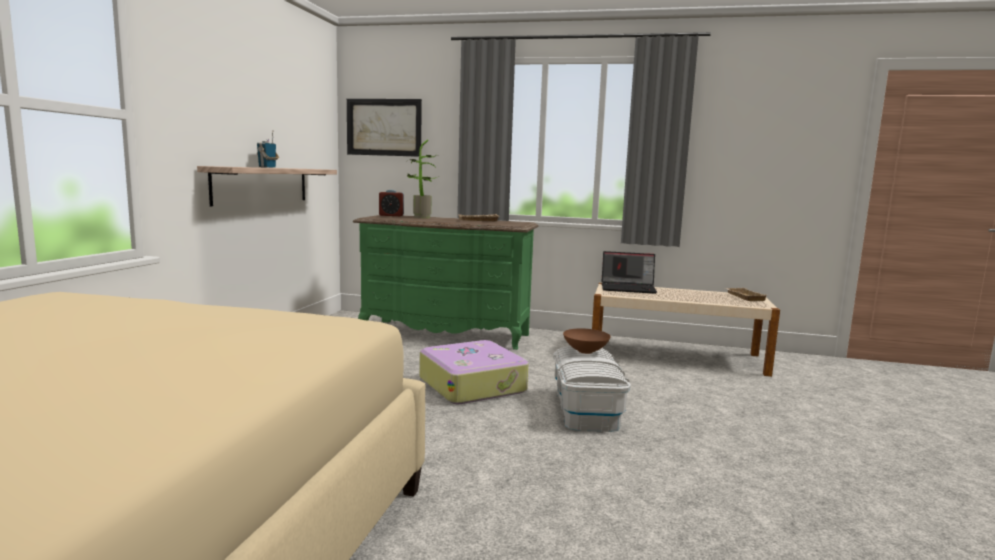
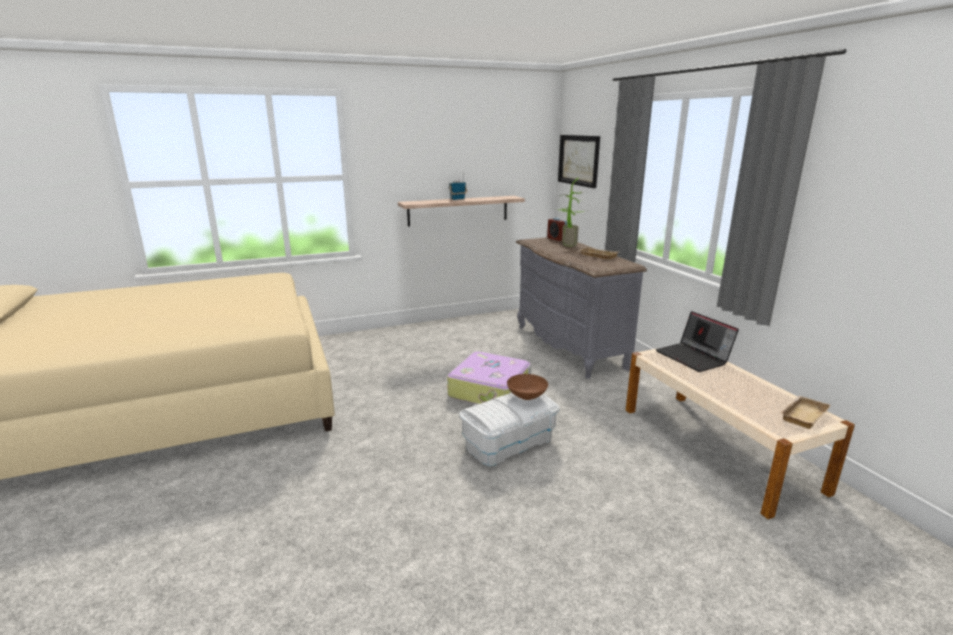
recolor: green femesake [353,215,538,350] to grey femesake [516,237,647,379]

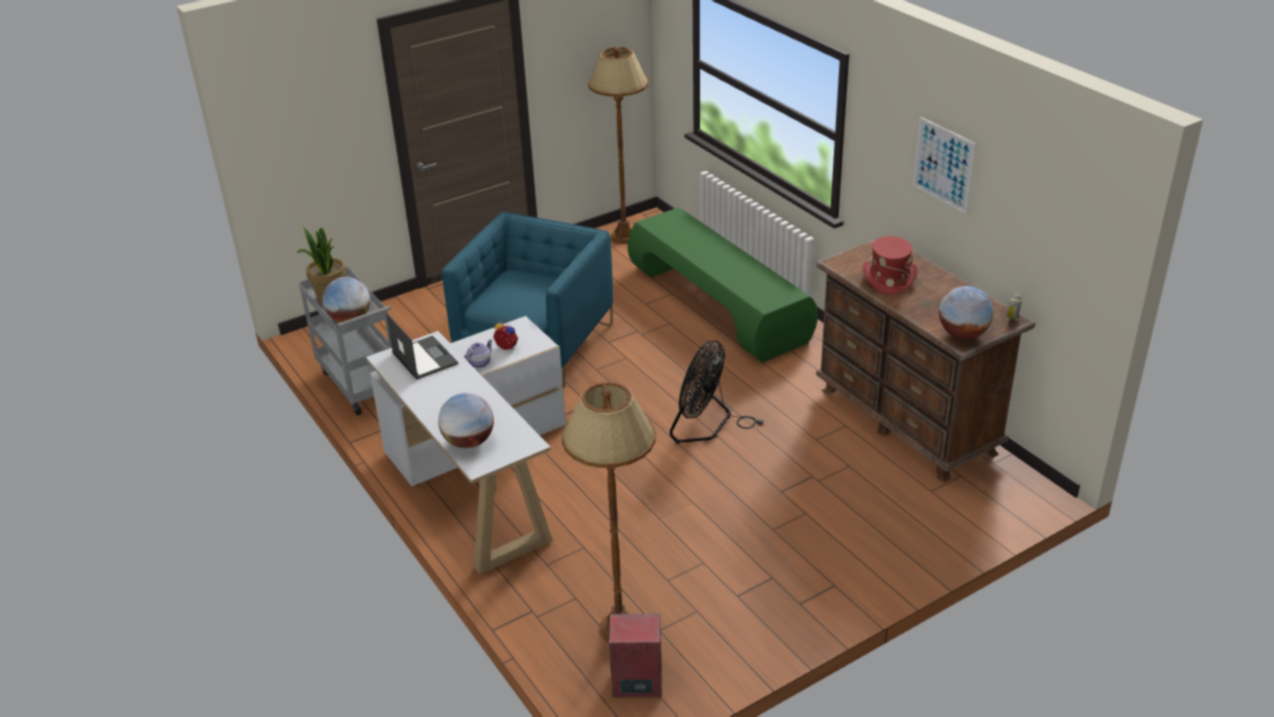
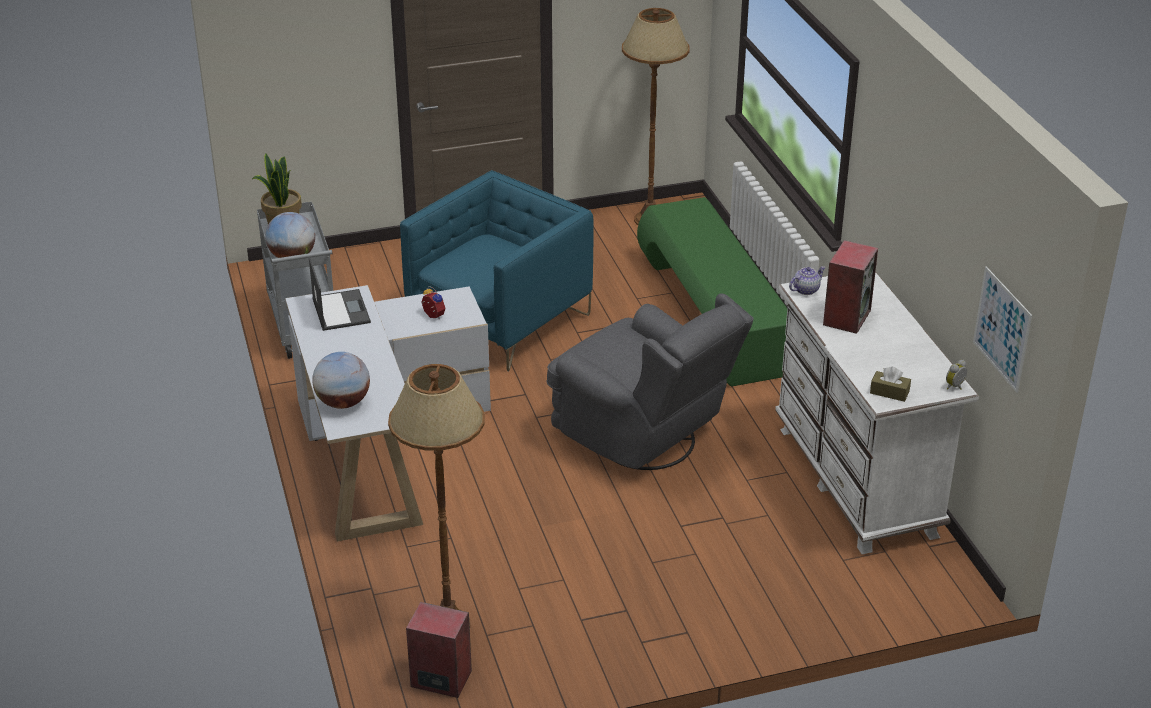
move: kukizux [464,339,493,368] to [789,266,826,295]; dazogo [913,117,976,214] to [973,266,1032,393]
replace: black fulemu [670,341,764,444] to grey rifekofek [546,293,754,470]; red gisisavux [863,236,918,295] to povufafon [823,240,878,334]; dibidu [939,286,994,339] to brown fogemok [870,367,911,402]
recolor: brown femesake [816,235,1036,483] to white femesake [775,272,979,554]

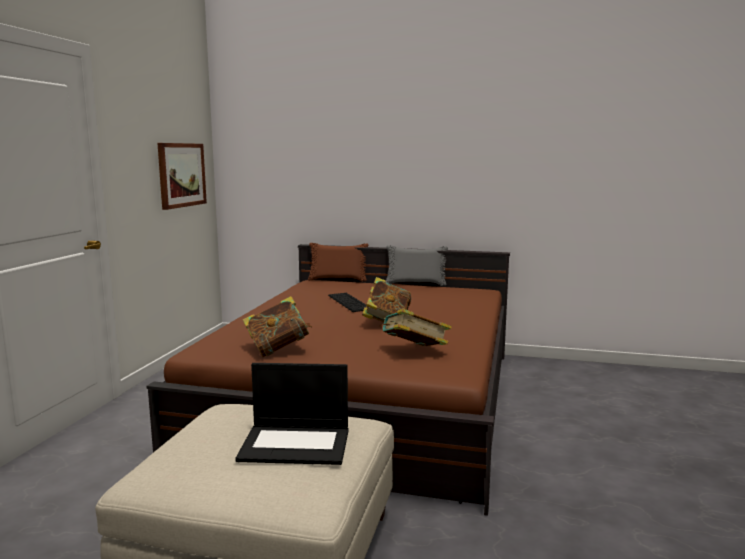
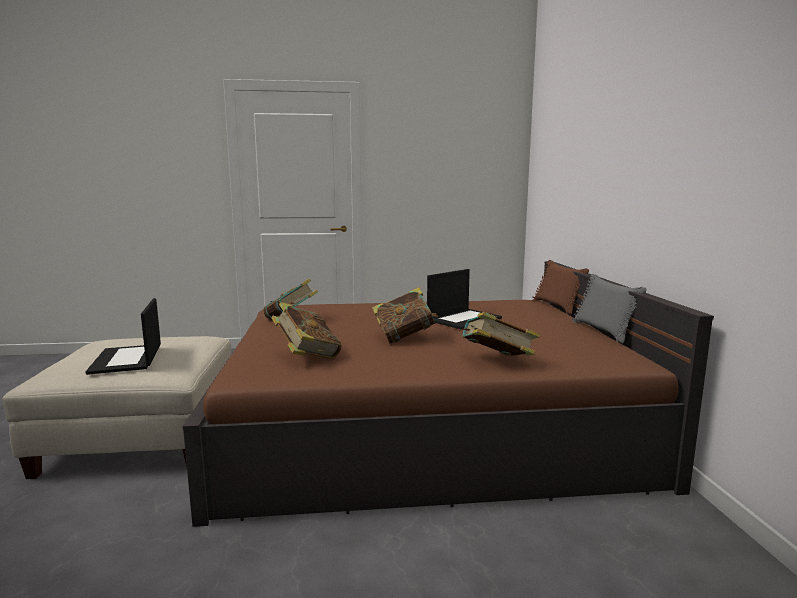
delete: dazogo [157,143,207,210]
insert: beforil [459,312,540,356]
replace: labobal [328,293,366,312] to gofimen [427,269,502,329]

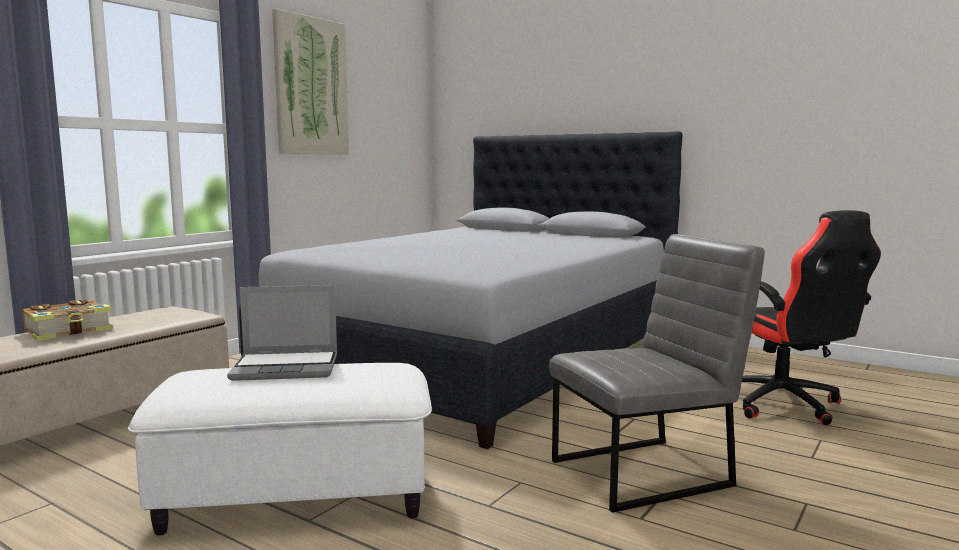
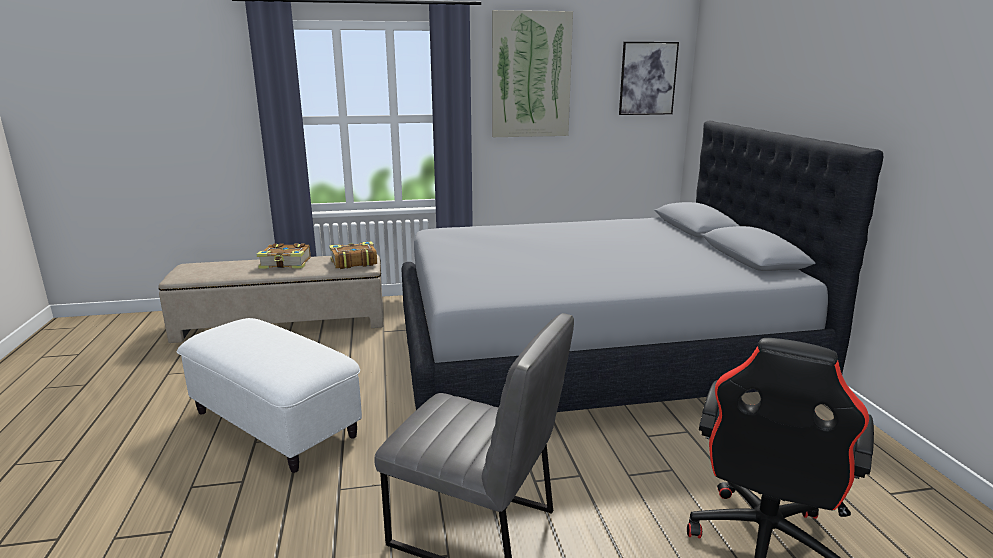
delete: gofimen [227,285,337,381]
insert: beforil [329,241,377,269]; dazogo [619,42,679,115]

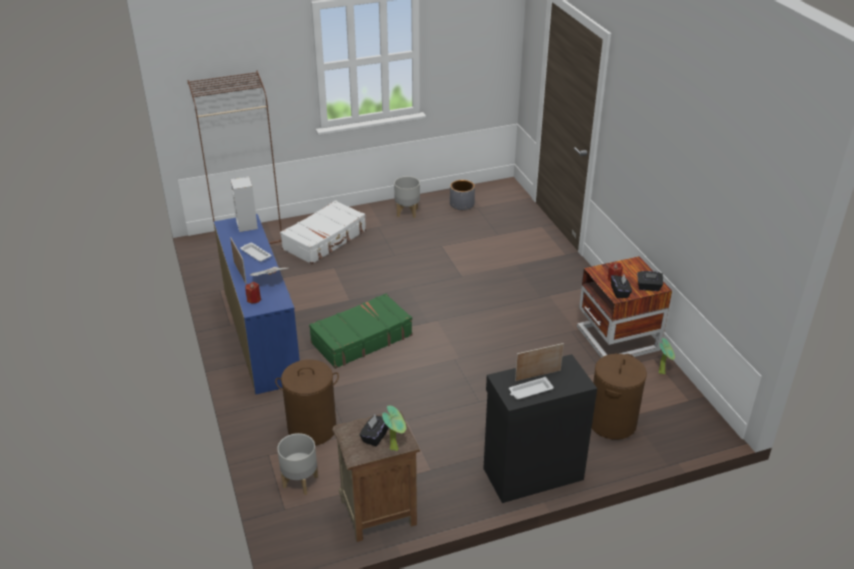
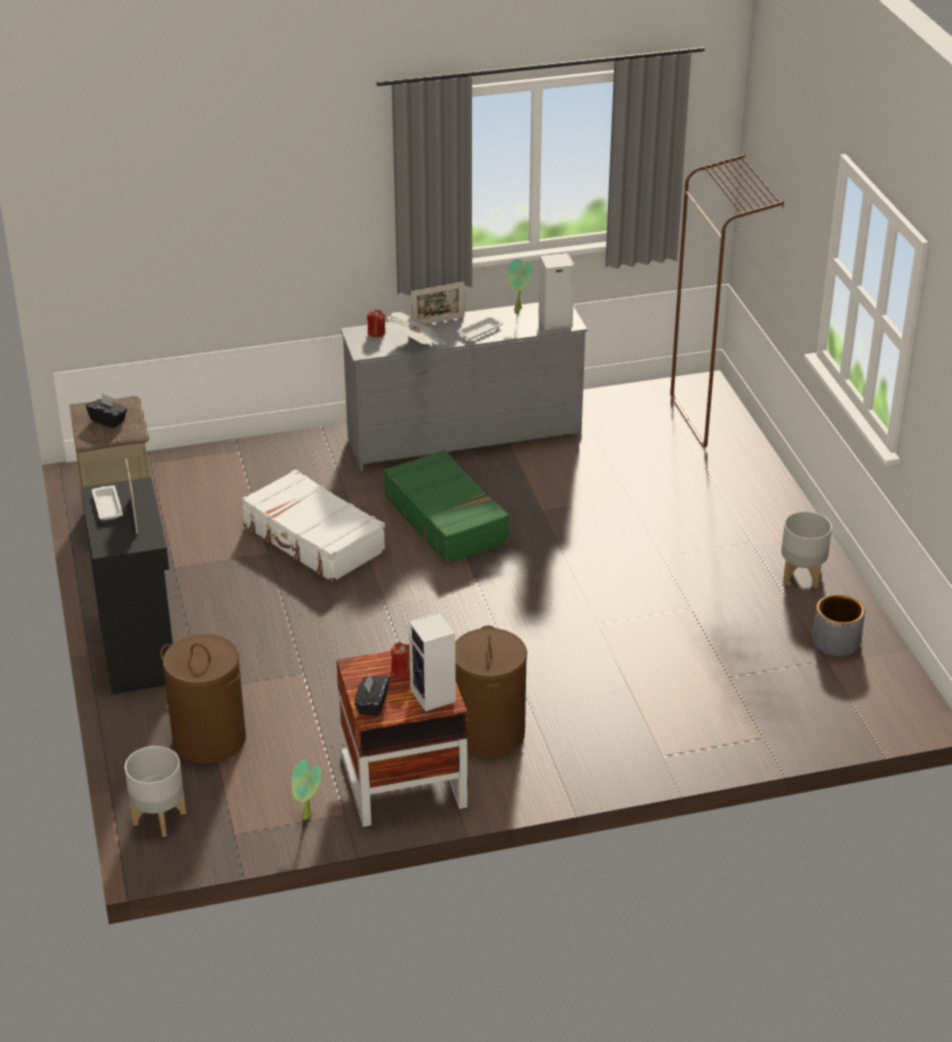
delete: black fogemok [611,275,632,298]
insert: povufafon [409,612,456,712]
move: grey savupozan [277,433,318,495] to [125,746,186,837]; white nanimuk [280,200,366,264] to [242,469,386,582]; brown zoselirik [275,360,339,446] to [455,626,527,757]; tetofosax [382,406,406,451] to [508,259,533,311]
recolor: blue femesake [214,214,300,395] to grey femesake [341,302,587,472]

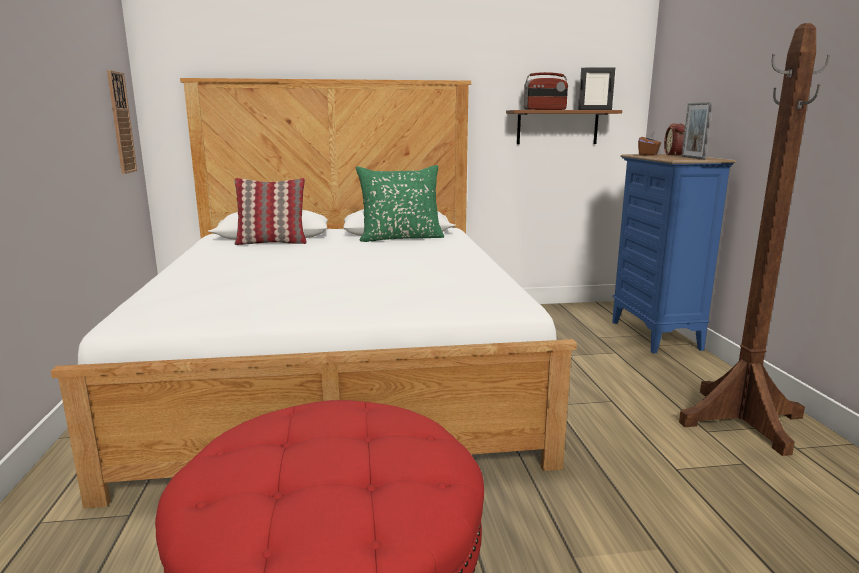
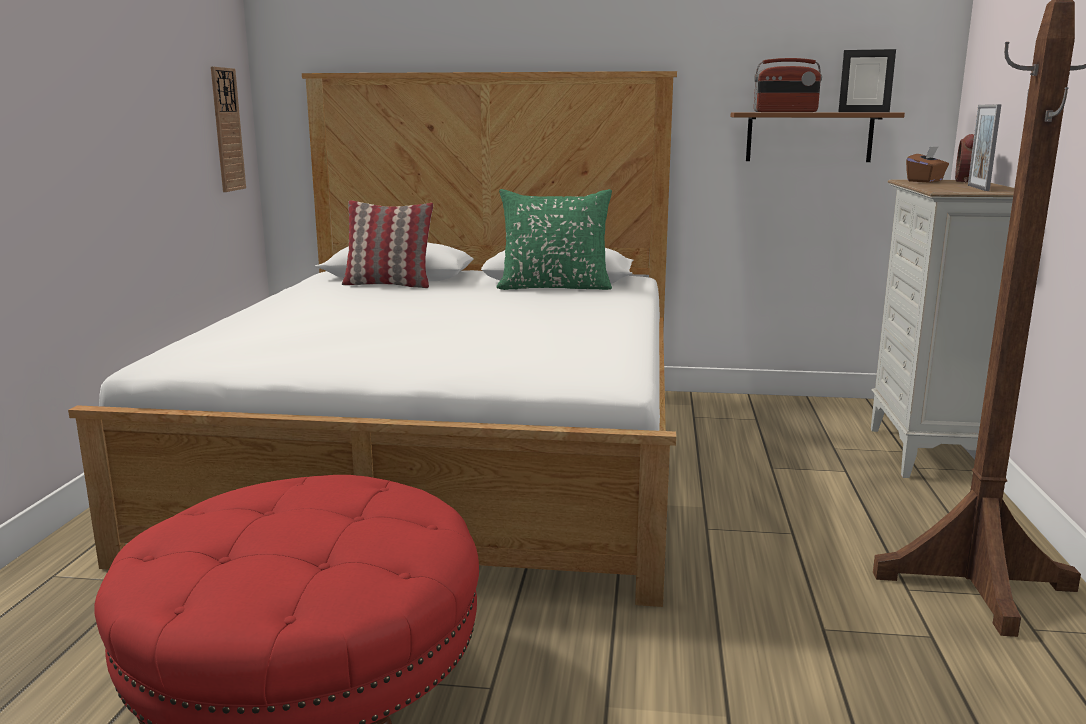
recolor: blue femesake [612,154,736,353] to white femesake [871,179,1014,478]

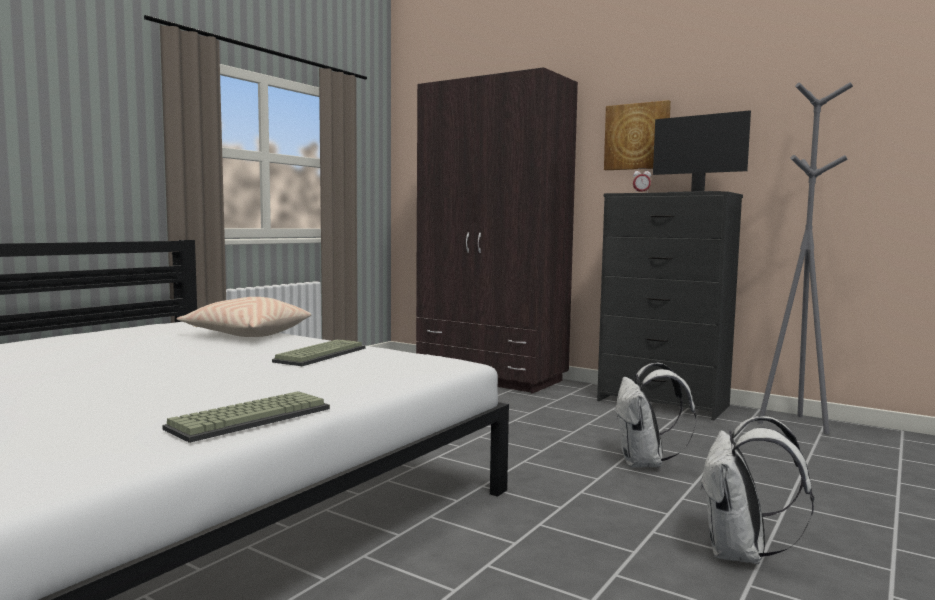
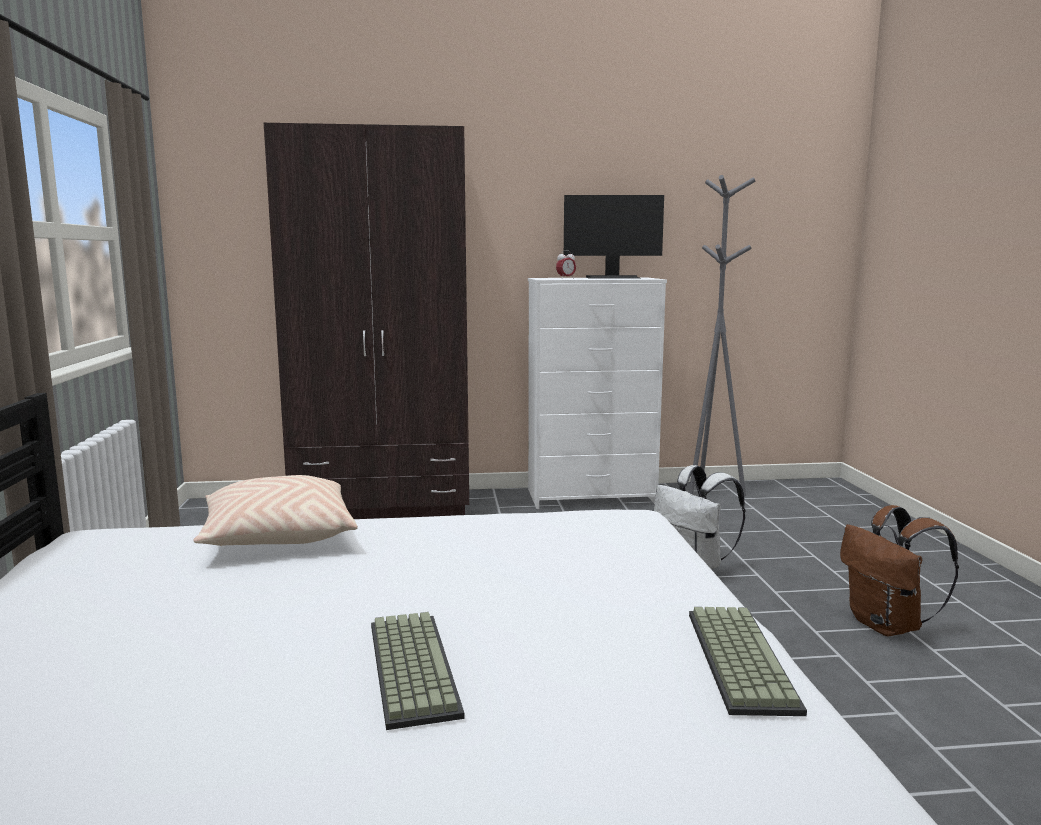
delete: dazogo [604,100,671,170]
move: labobal [272,339,365,366] to [371,612,465,730]
recolor: black femesake [597,192,743,420] to white femesake [528,278,667,509]; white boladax [699,416,814,564] to brown boladax [840,505,959,636]

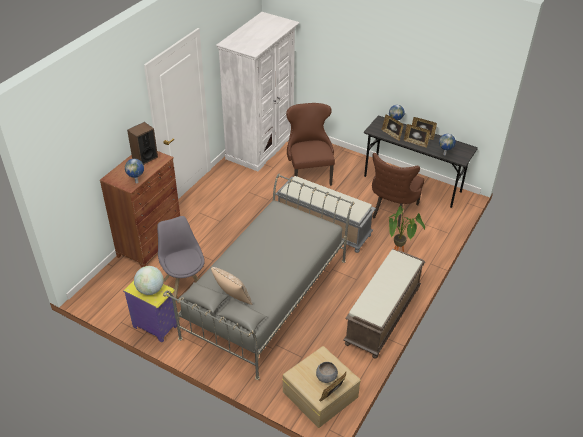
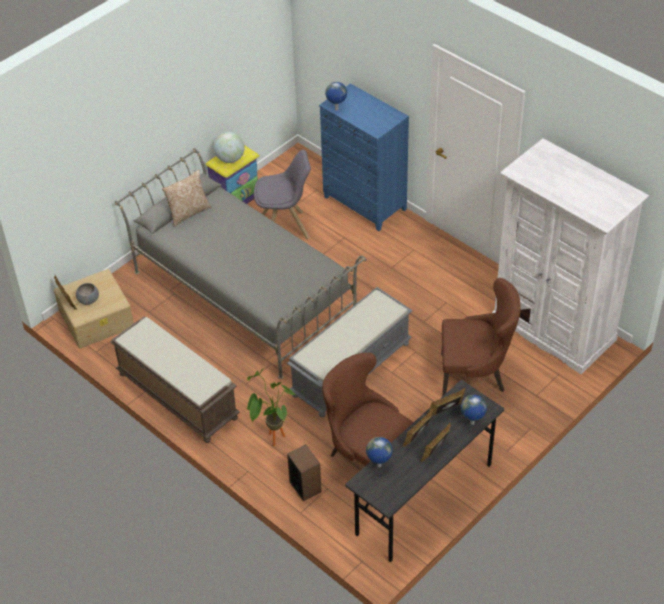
move: povufafon [127,122,158,165] to [287,445,322,501]
recolor: brown femesake [100,151,180,268] to blue femesake [319,83,409,231]

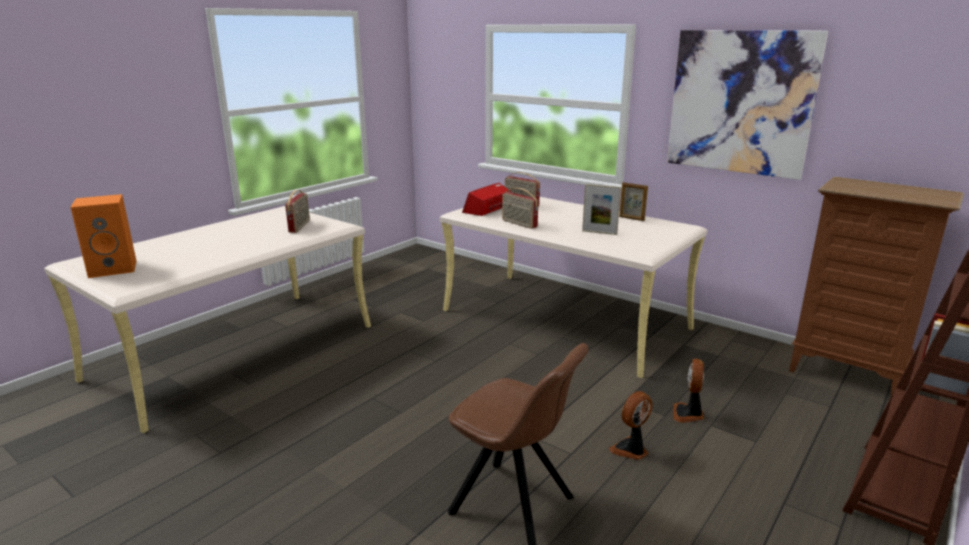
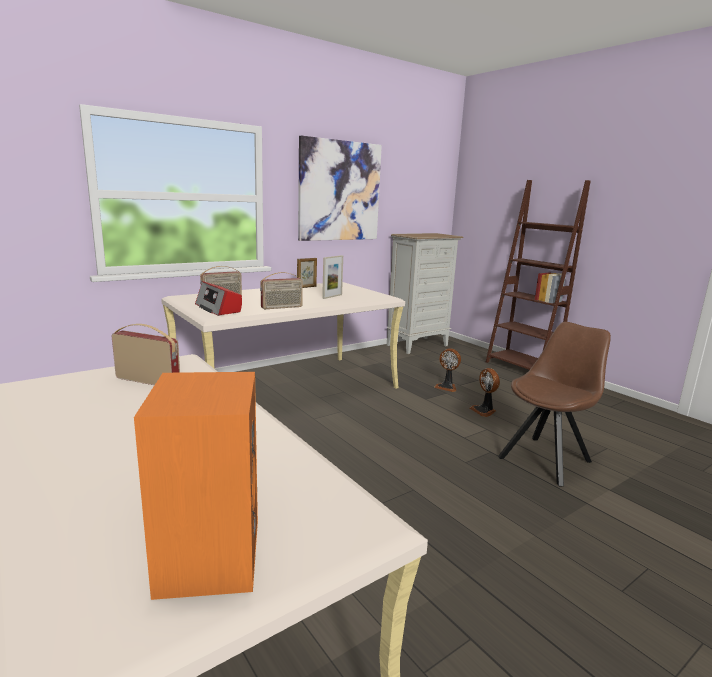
recolor: brown femesake [789,177,964,396] to white femesake [387,233,464,354]

